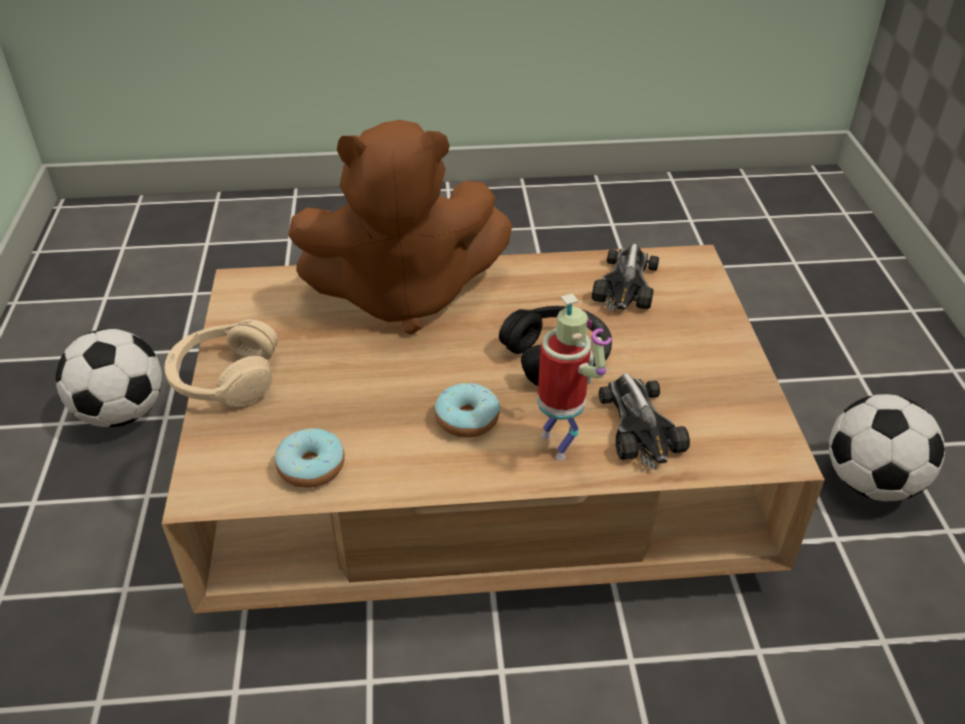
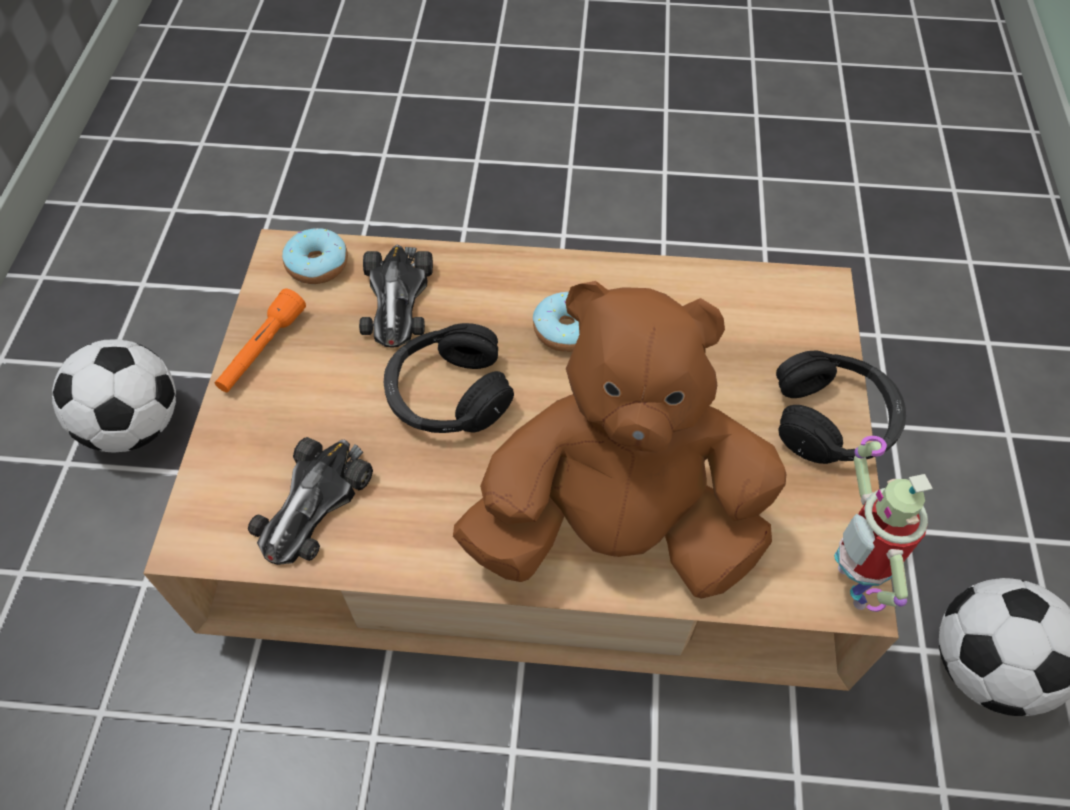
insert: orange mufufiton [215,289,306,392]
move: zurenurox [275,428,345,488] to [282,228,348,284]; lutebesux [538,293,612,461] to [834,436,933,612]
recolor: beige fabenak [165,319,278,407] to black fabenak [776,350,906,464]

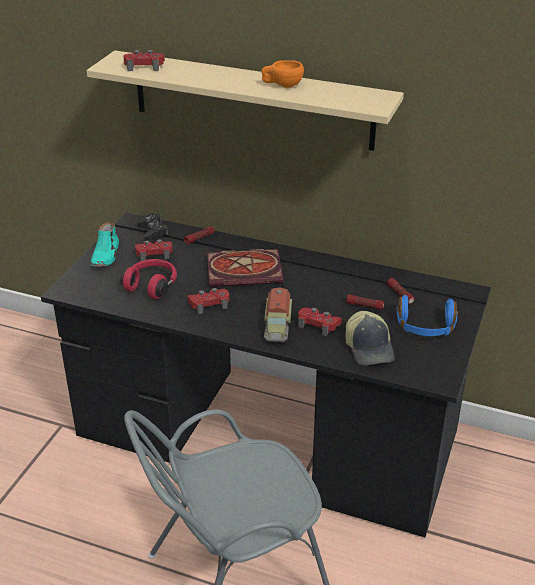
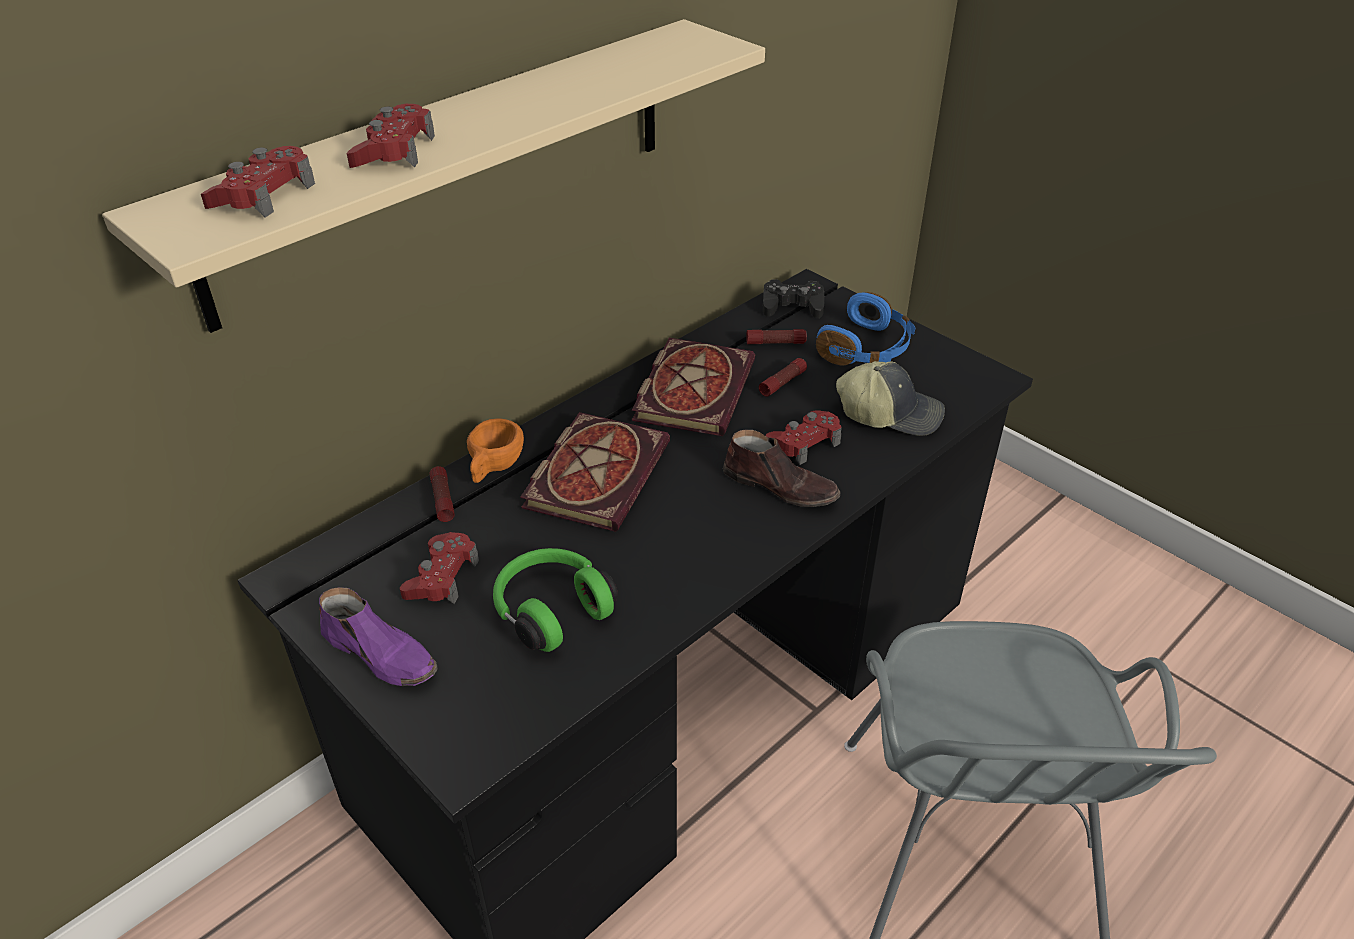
insert: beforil [632,338,755,436]
move: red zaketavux [187,288,229,314] to [347,104,435,168]; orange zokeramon [261,60,304,88] to [467,419,524,483]; black zaketavux [137,213,168,241] to [763,279,825,319]
replace: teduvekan [264,287,292,342] to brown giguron [723,430,841,507]
recolor: turquoise giguron [90,221,119,267] to purple giguron [319,587,438,686]; red fabenak [120,259,177,299] to green fabenak [493,548,618,652]

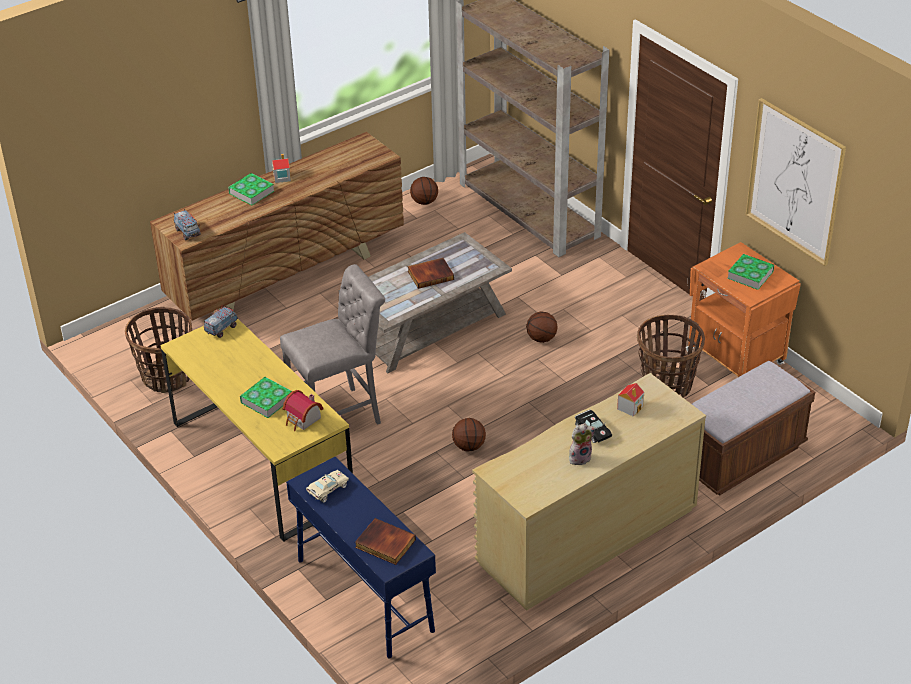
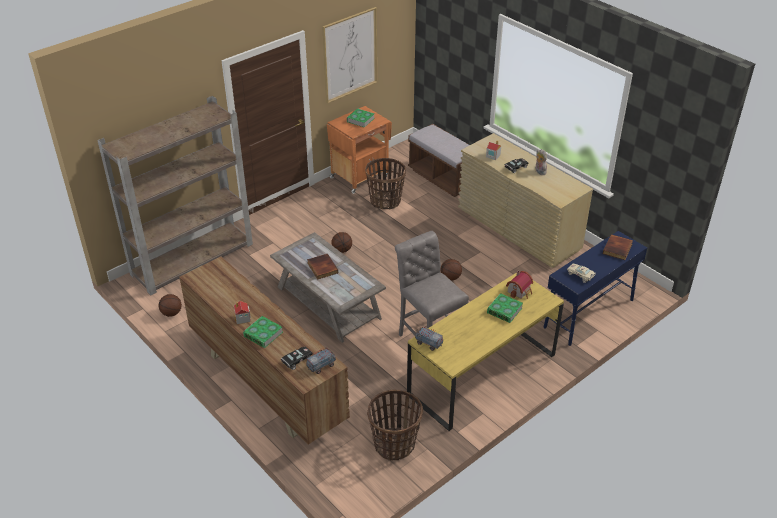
insert: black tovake [281,347,313,370]

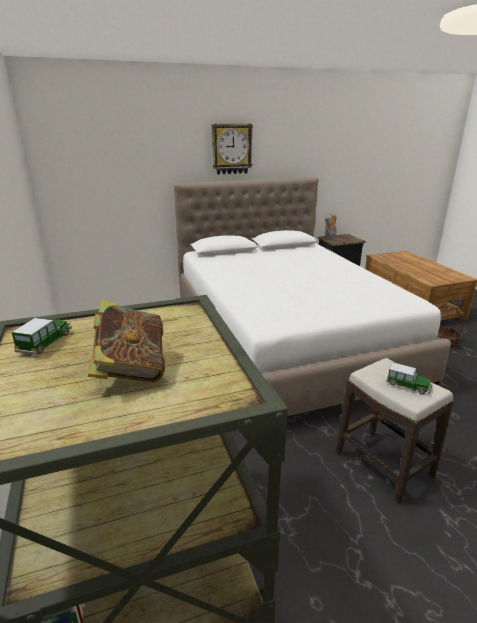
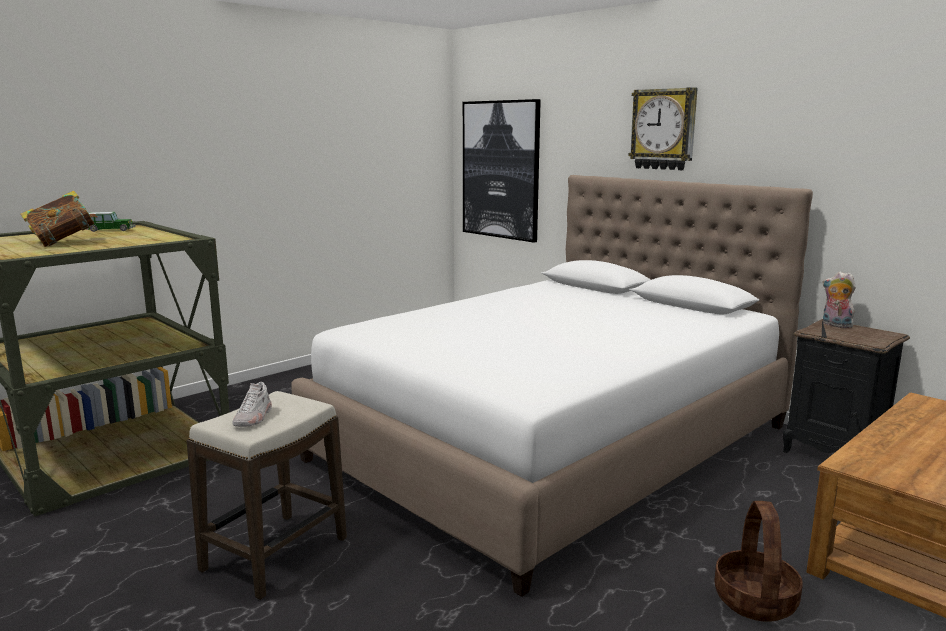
insert: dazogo [463,99,541,242]
replace: tovake [386,362,433,394] to white giguron [233,382,272,427]

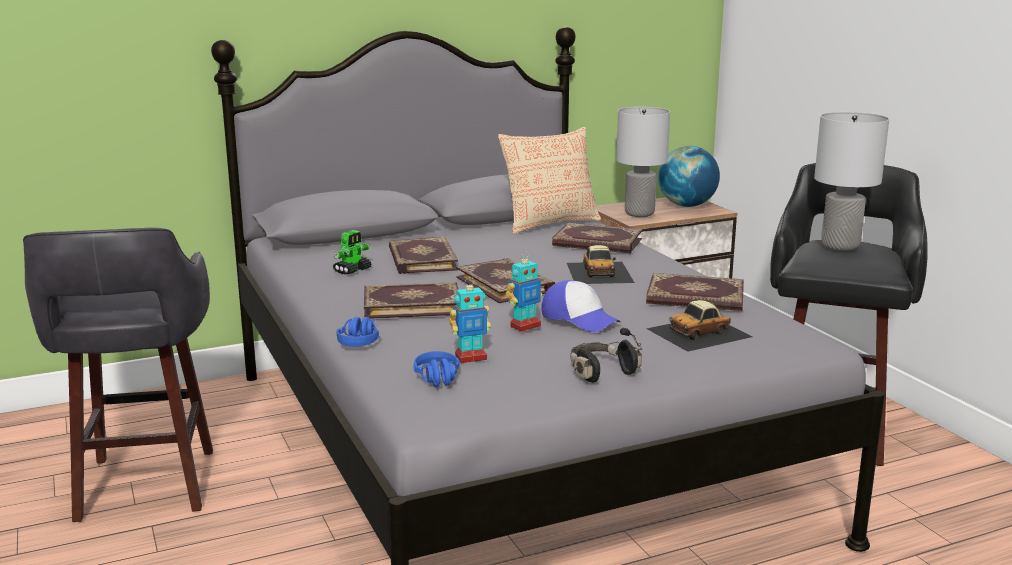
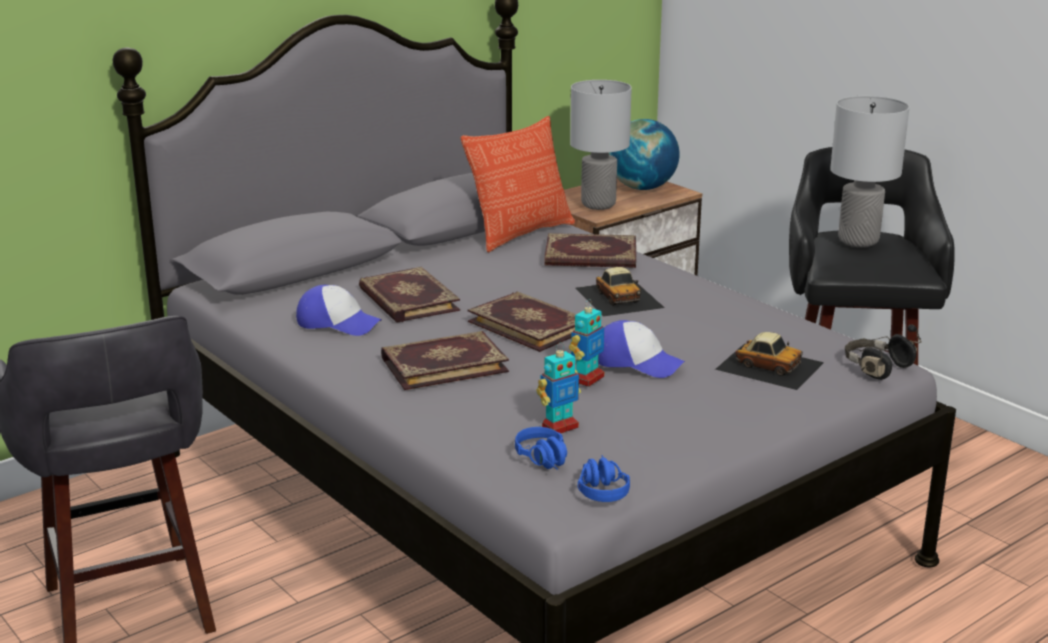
delete: beforil [646,273,744,311]
move: blue fabenak [337,317,379,347] to [578,455,630,502]; black fabenak [570,328,642,383] to [845,324,921,380]
replace: lutebesux [333,230,371,275] to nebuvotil [296,285,382,336]
recolor: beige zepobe [498,127,601,234] to orange zepobe [461,116,575,252]
rotate: tovake [647,300,753,352] = [715,332,824,390] 105 degrees counterclockwise

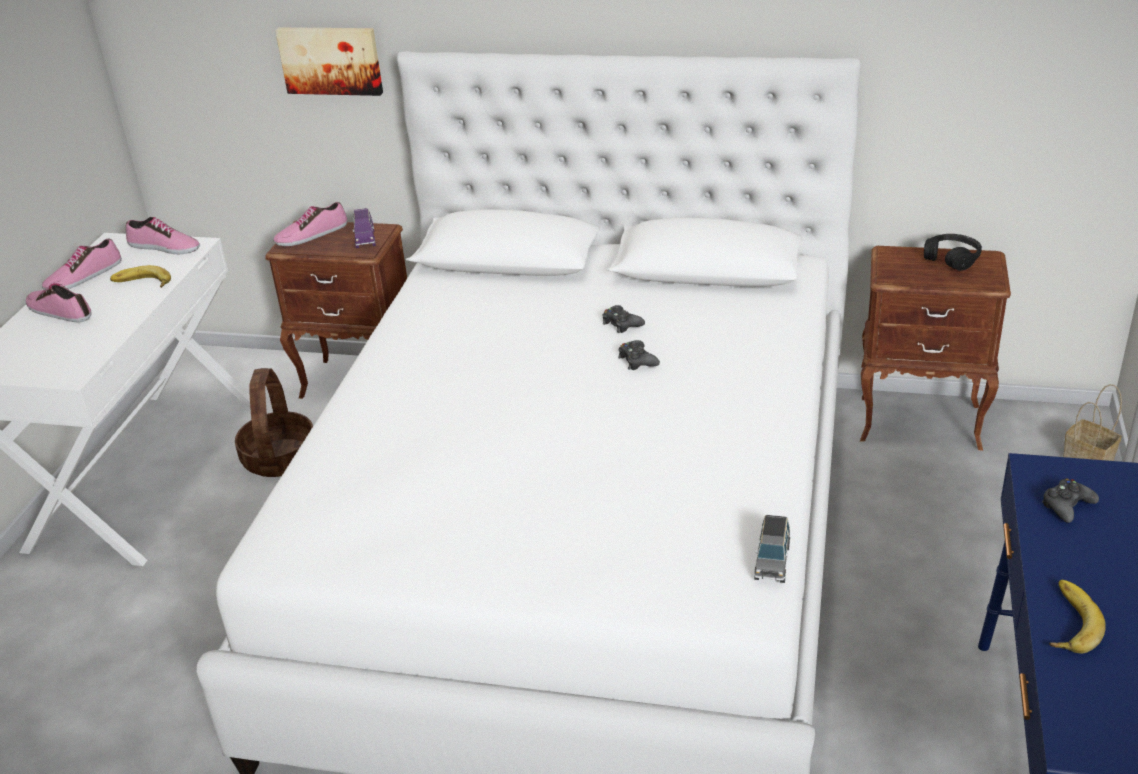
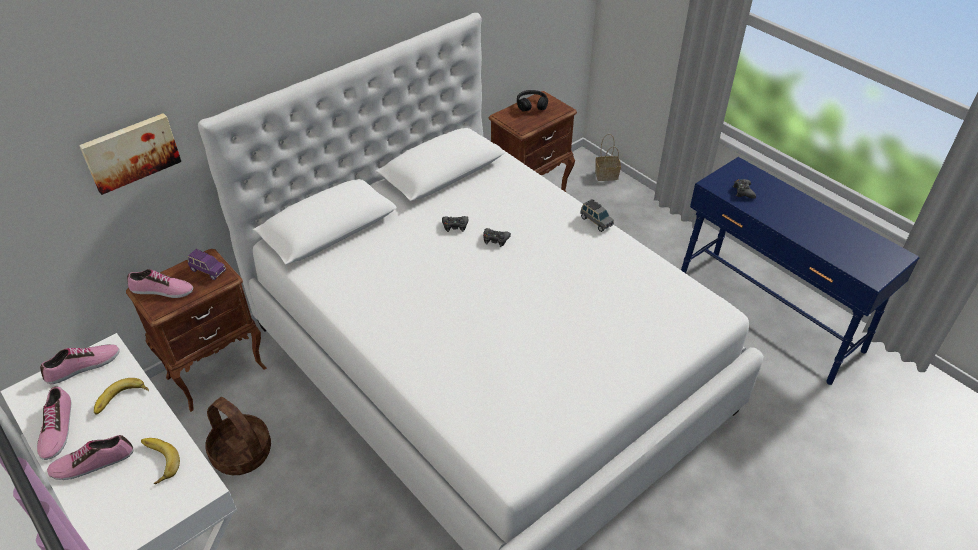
move: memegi [1049,580,1106,654] to [141,438,180,484]; grey tovake [754,515,790,583] to [580,199,614,232]
rotate: giguron [273,202,347,246] = [127,269,193,298] 90 degrees counterclockwise

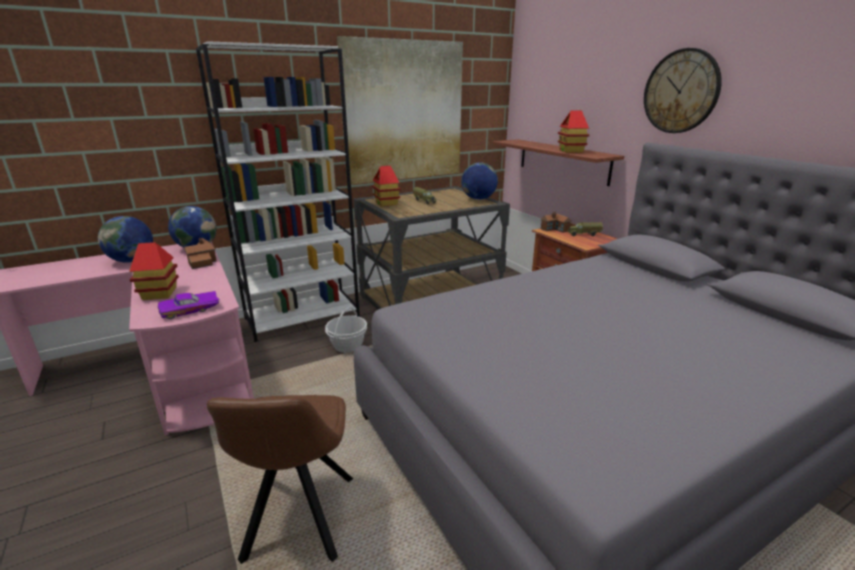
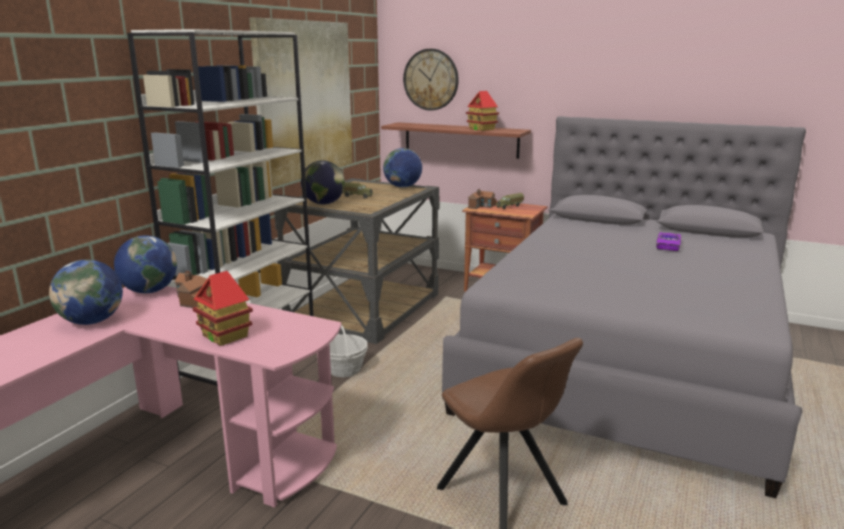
move: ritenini [644,48,722,133] to [403,49,459,111]; purple tovake [158,291,220,319] to [656,232,681,251]
replace: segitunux [372,166,401,206] to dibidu [301,160,345,205]

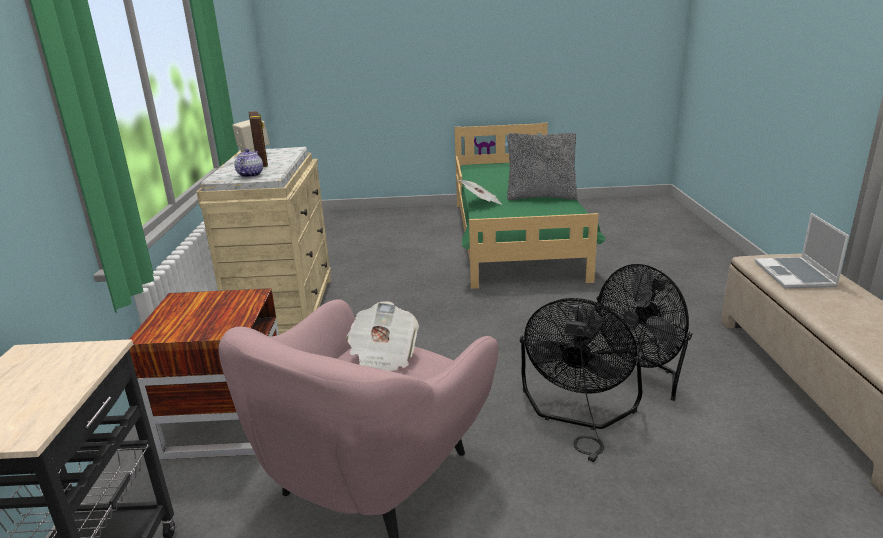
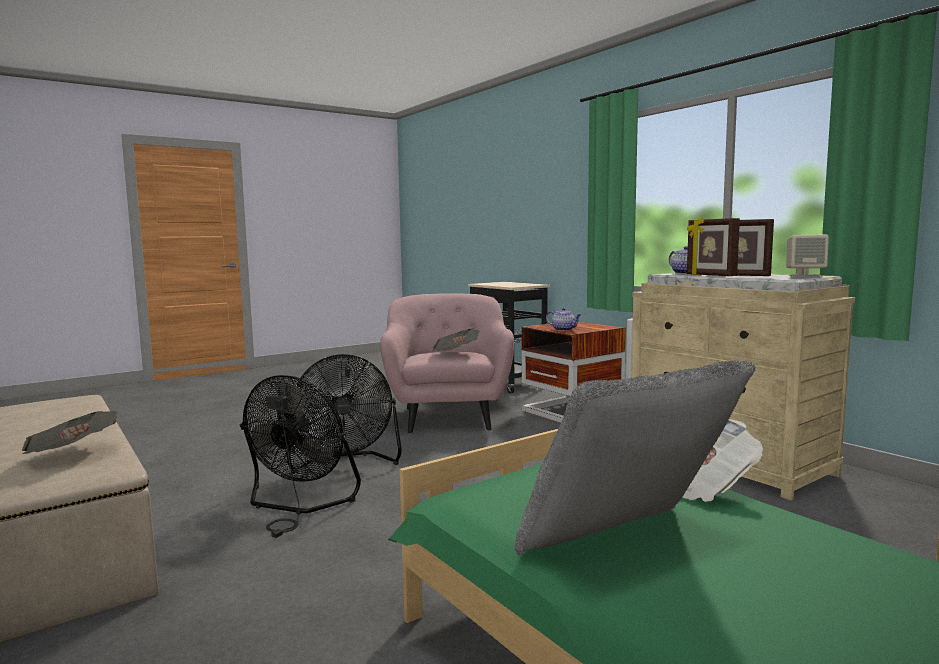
insert: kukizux [546,308,581,331]; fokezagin [687,217,740,276]
replace: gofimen [755,213,849,288] to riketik [22,411,118,454]

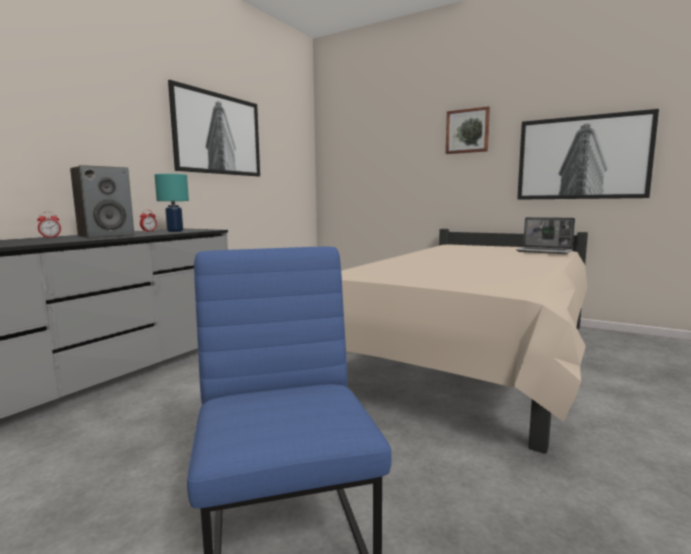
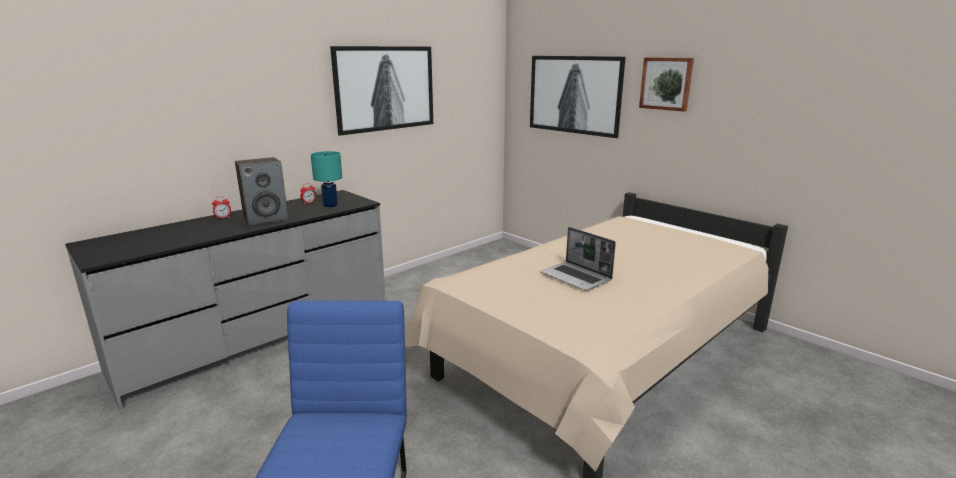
move: dazogo [517,109,659,200] to [530,56,626,138]; gofimen [516,217,575,254] to [540,227,616,291]

